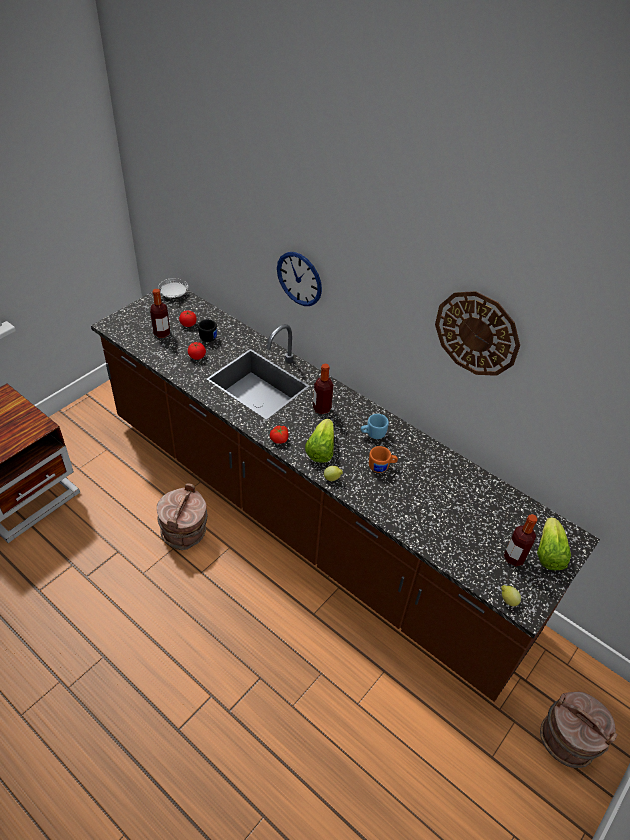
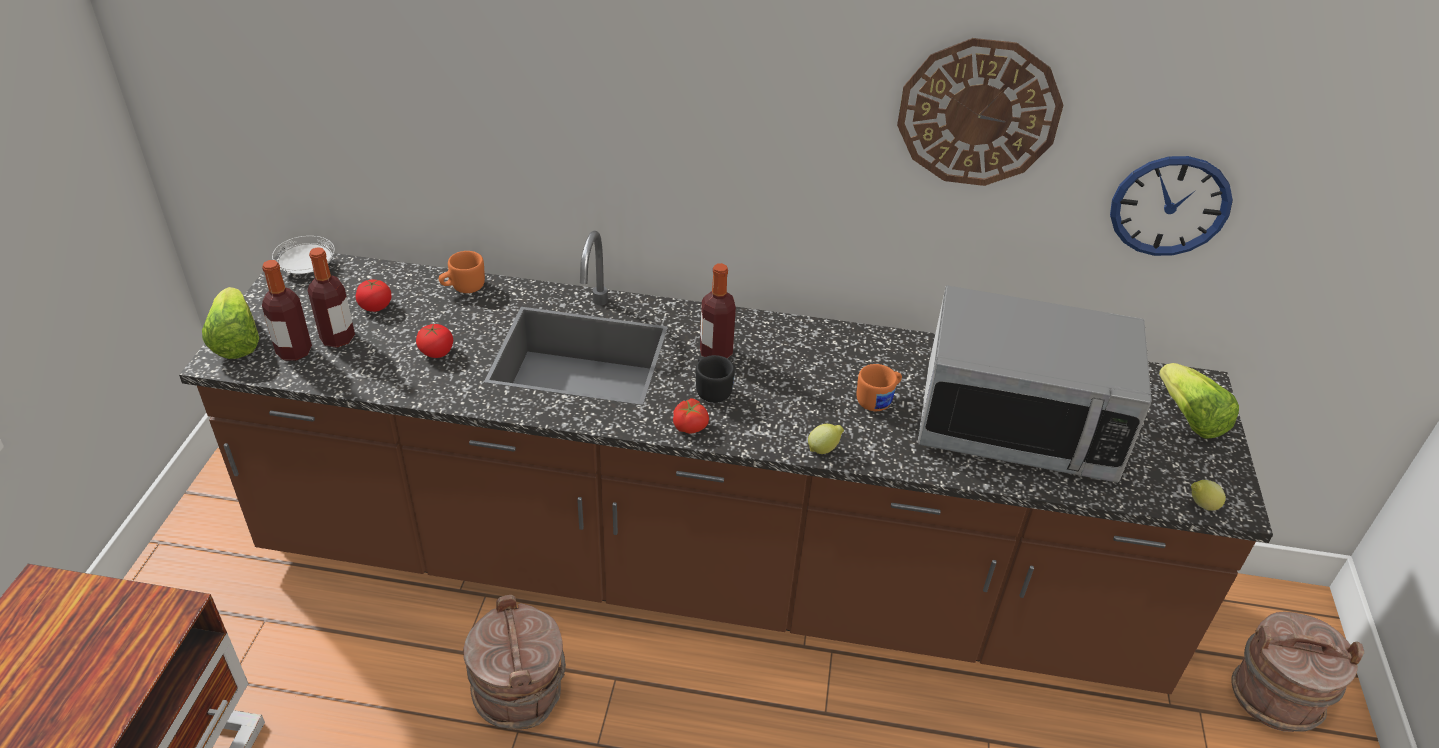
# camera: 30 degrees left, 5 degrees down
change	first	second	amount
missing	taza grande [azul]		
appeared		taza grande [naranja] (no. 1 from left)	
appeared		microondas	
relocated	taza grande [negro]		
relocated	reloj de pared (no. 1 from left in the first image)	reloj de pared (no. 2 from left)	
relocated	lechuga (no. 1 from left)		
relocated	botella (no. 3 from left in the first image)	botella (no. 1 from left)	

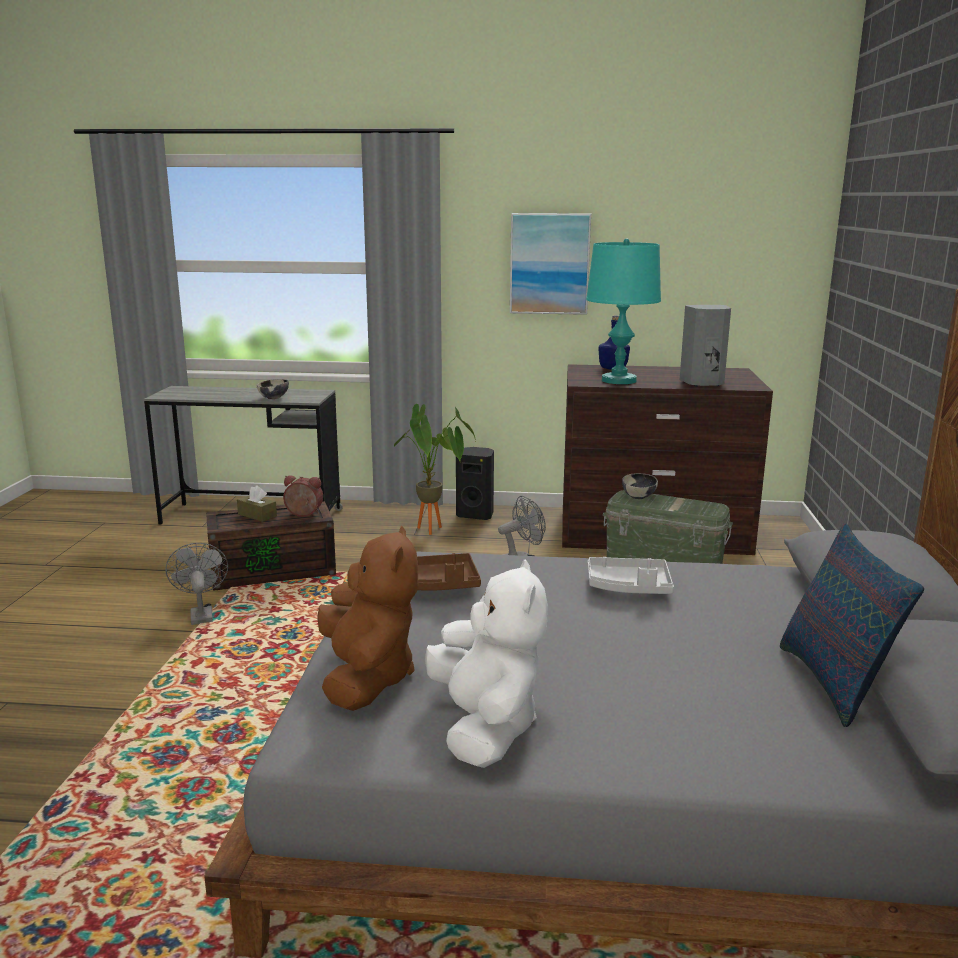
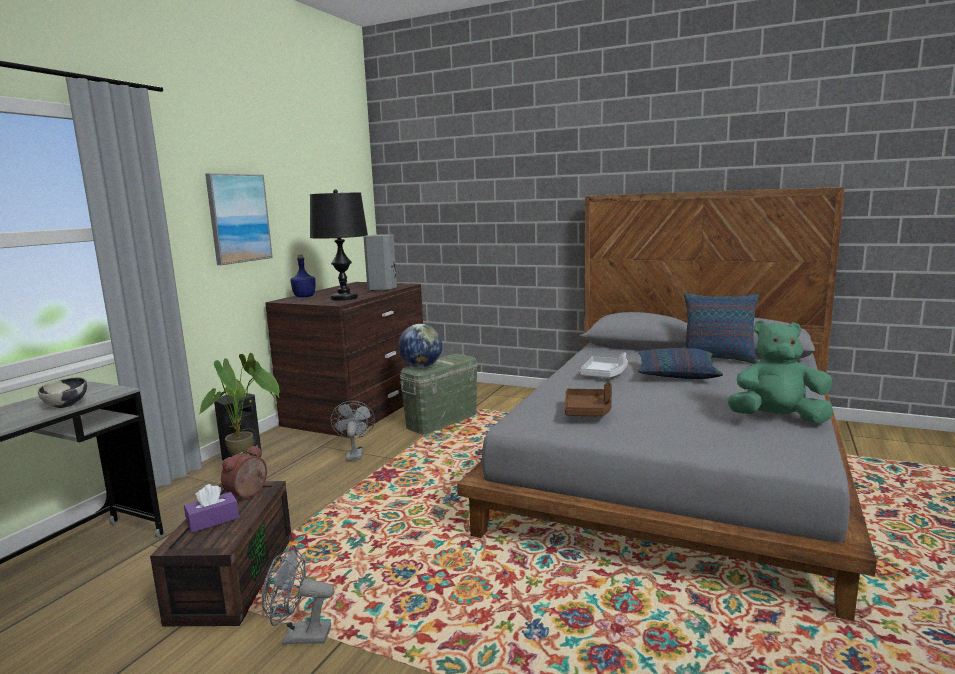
# camera: 70 degrees left, 5 degrees down
change	first	second	amount
missing	peluche [marrón]		
appeared		cojín [azul] (no. 1 from left)	
exchanged	cuenco (no. 2 from left)	globo terráqueo	
colour	caja de pañuelos [marrón]	caja de pañuelos [morado]	
colour	peluche [blanco]	peluche [verde]	
colour	lámpara de mesa [turquesa]	lámpara de mesa [negro]	

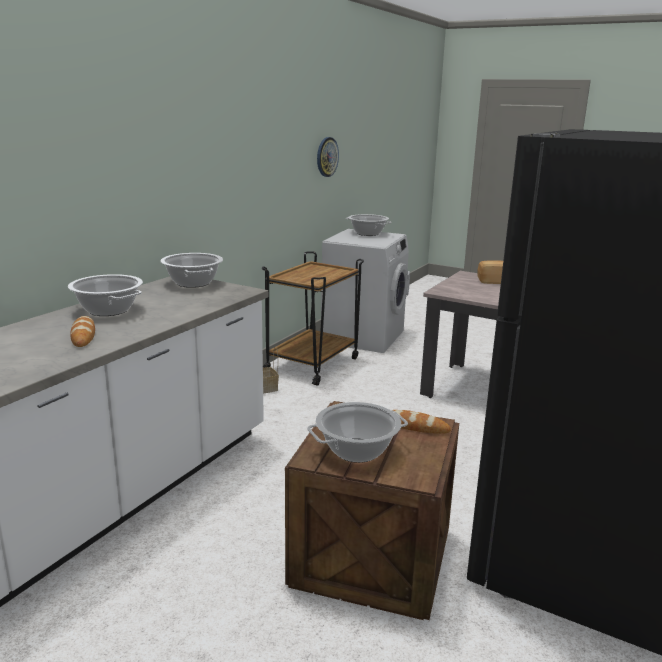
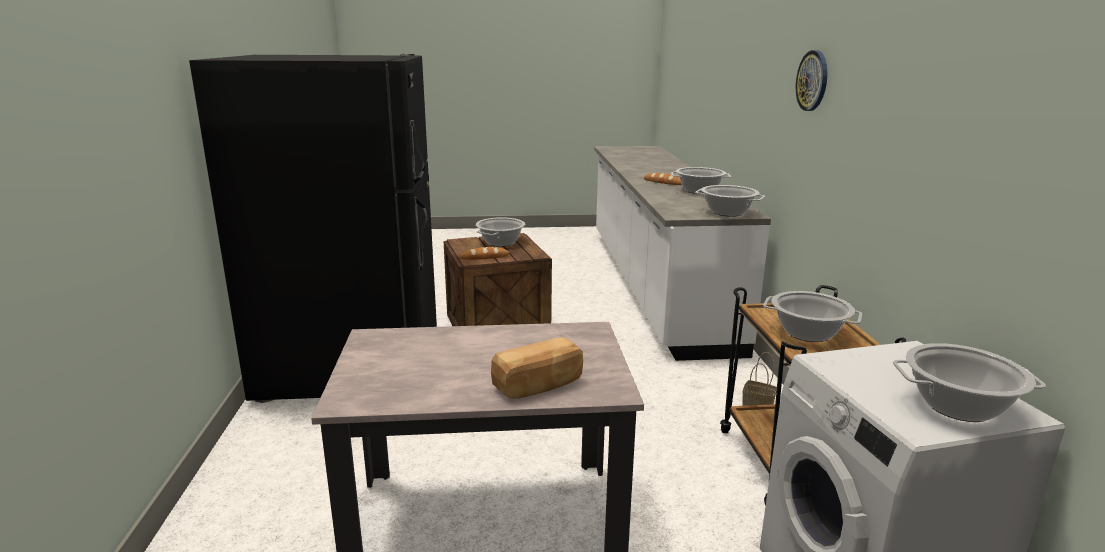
# camera: 145 degrees right, 0 degrees up
change	first	second	amount
appeared		olla (no. 4 from left)	
relocated	reloj de pared		

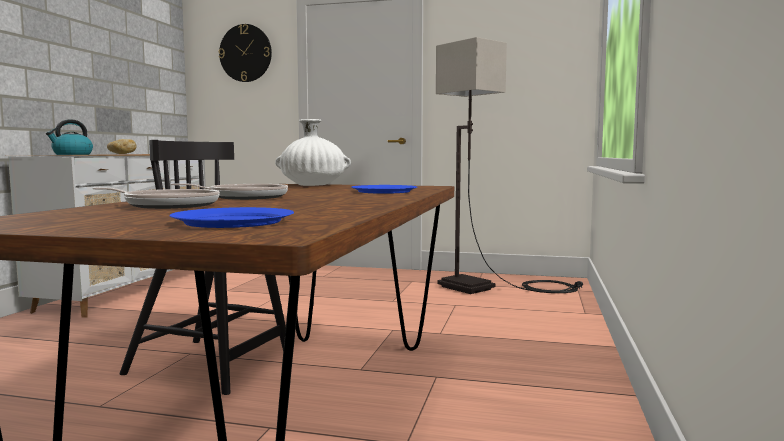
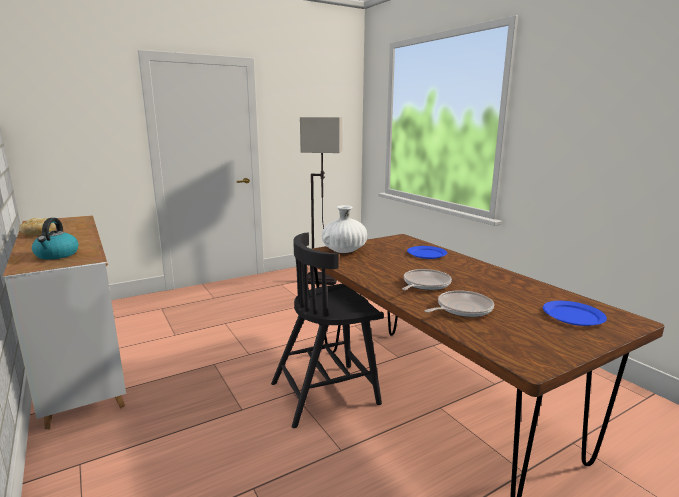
# camera: 45 degrees left, 10 degrees up
change	first	second	amount
missing	reloj de pared		

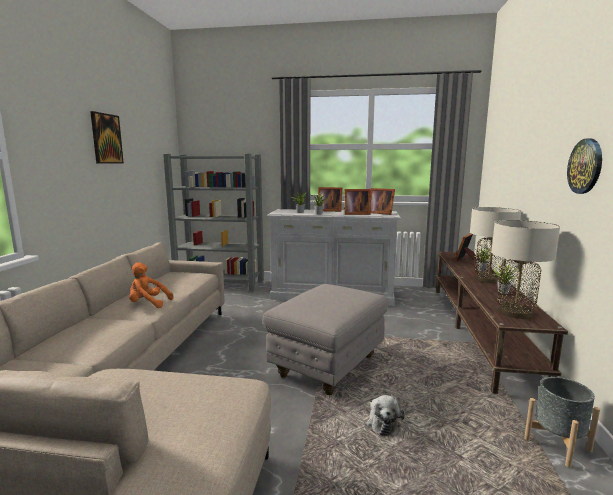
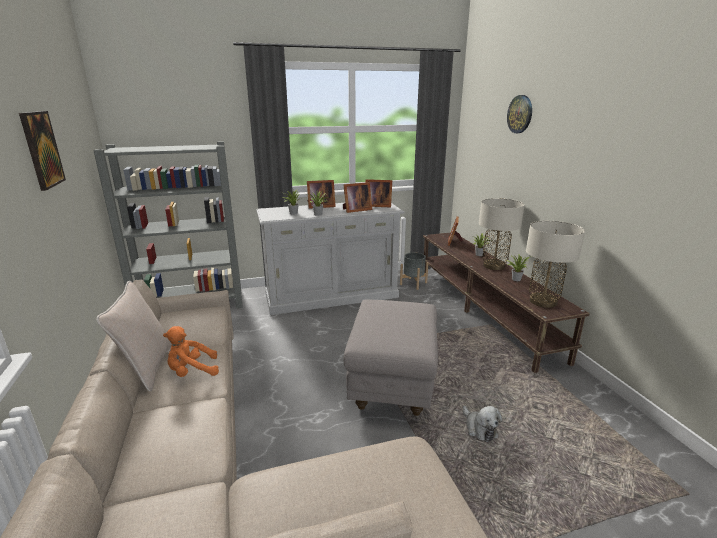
# camera: 25 degrees left, 10 degrees up
change	first	second	amount
appeared		cojín [beis]	
relocated	maceta [gris]		
relocated	reloj de pared		

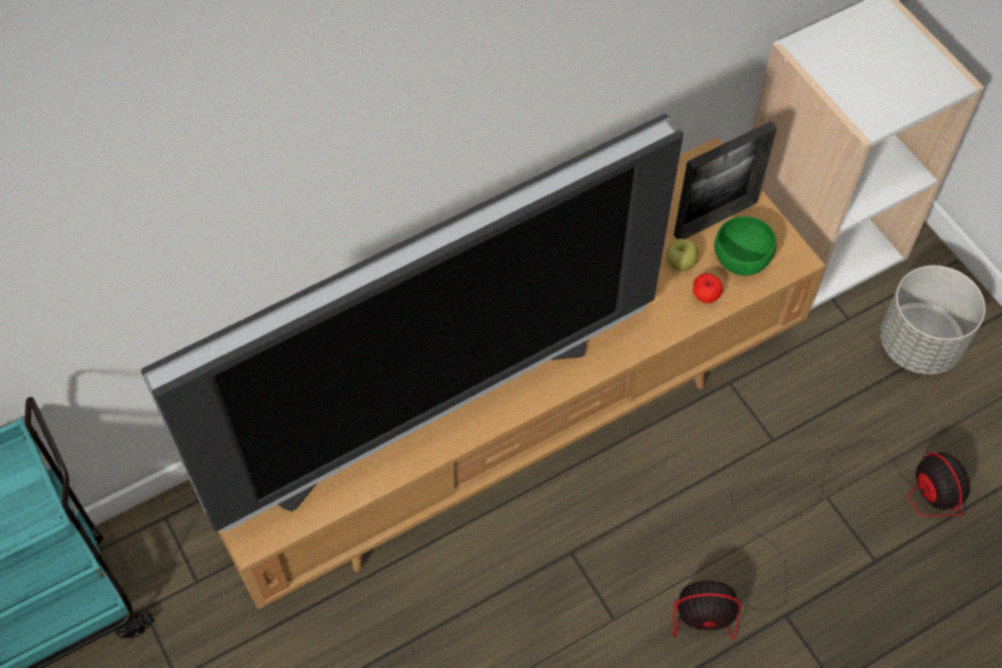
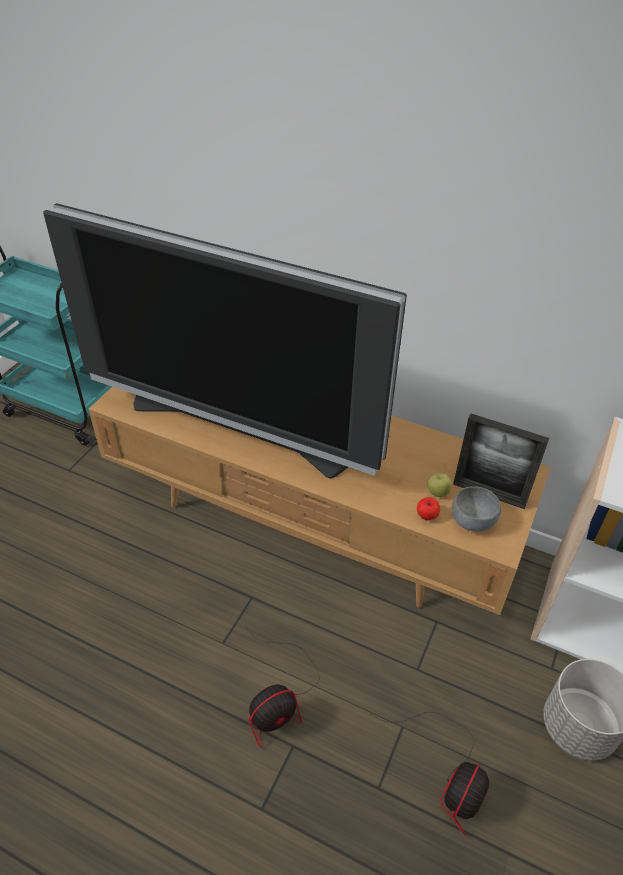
# camera: 55 degrees right, 15 degrees down
change	first	second	amount
colour	cuenco [verde]	cuenco [gris]	
spun	ventilador (no. 1 from left)		90 degrees counterclockwise

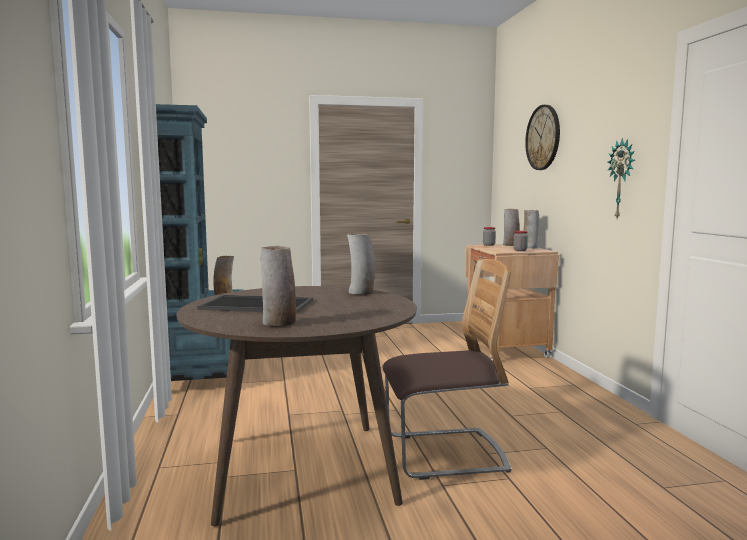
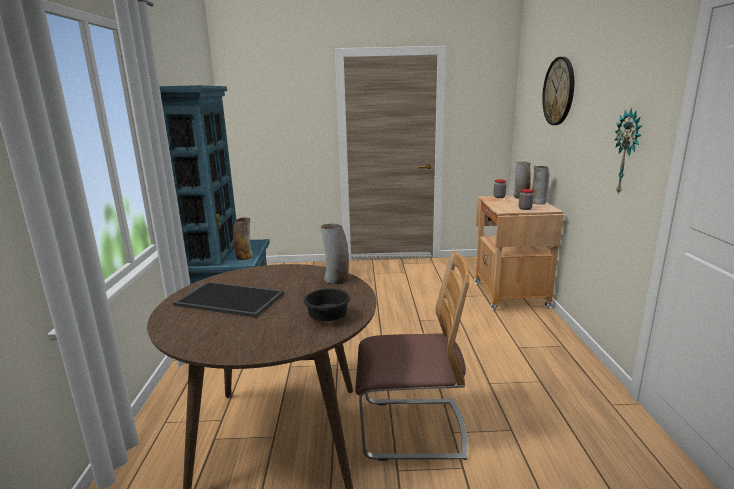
# camera: 10 degrees right, 10 degrees up
change	first	second	amount
missing	florero (no. 2 from left)		
appeared		cuenco [negro]	

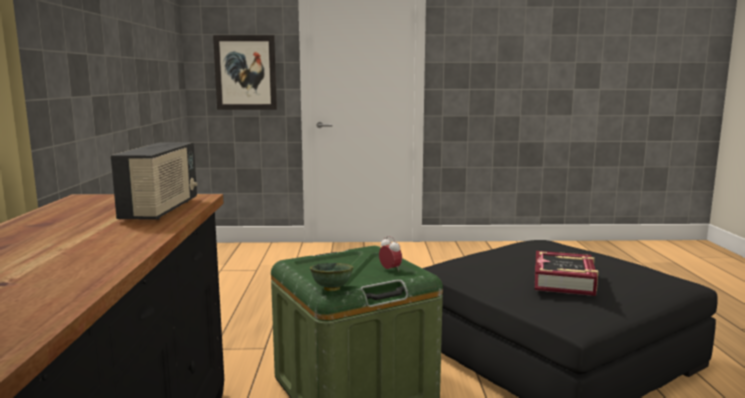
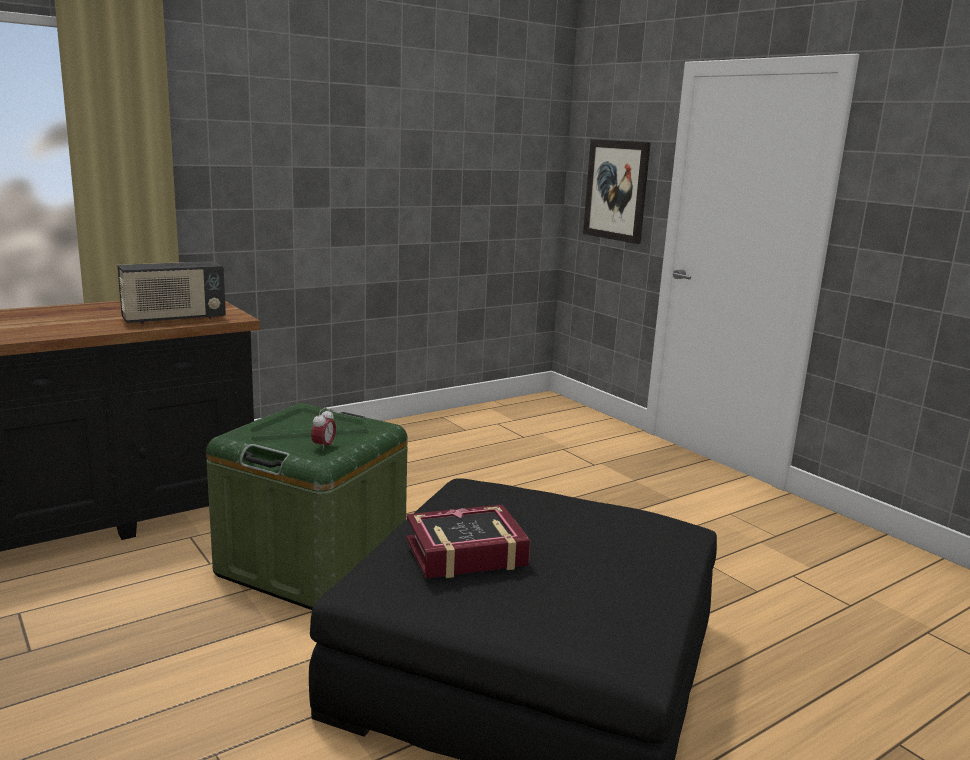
# camera: 55 degrees right, 5 degrees up
change	first	second	amount
missing	cuenco [verde]		

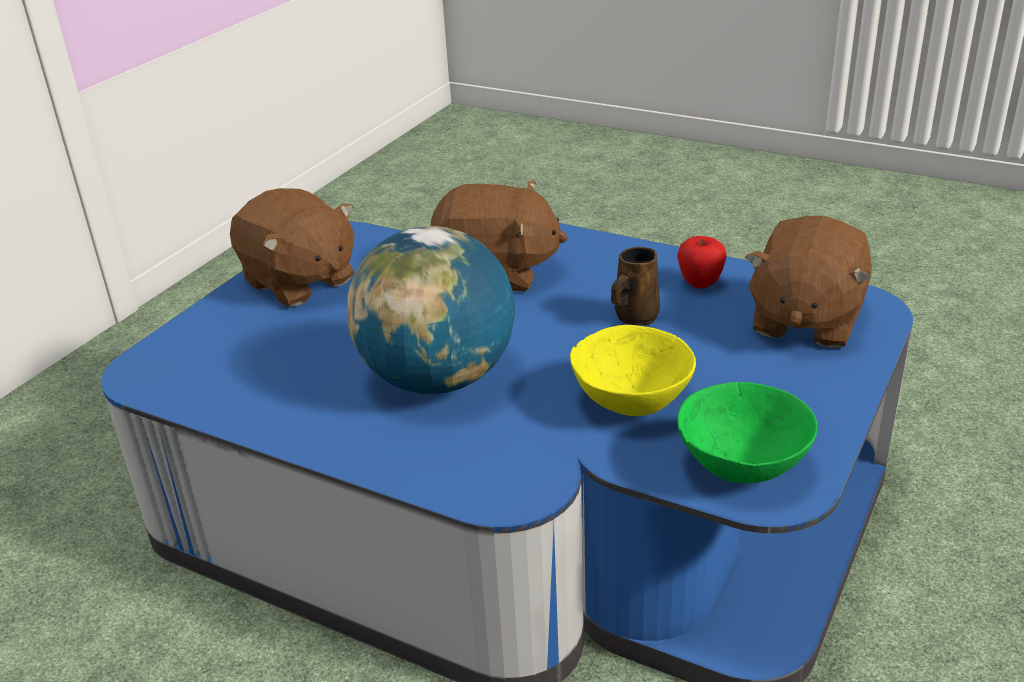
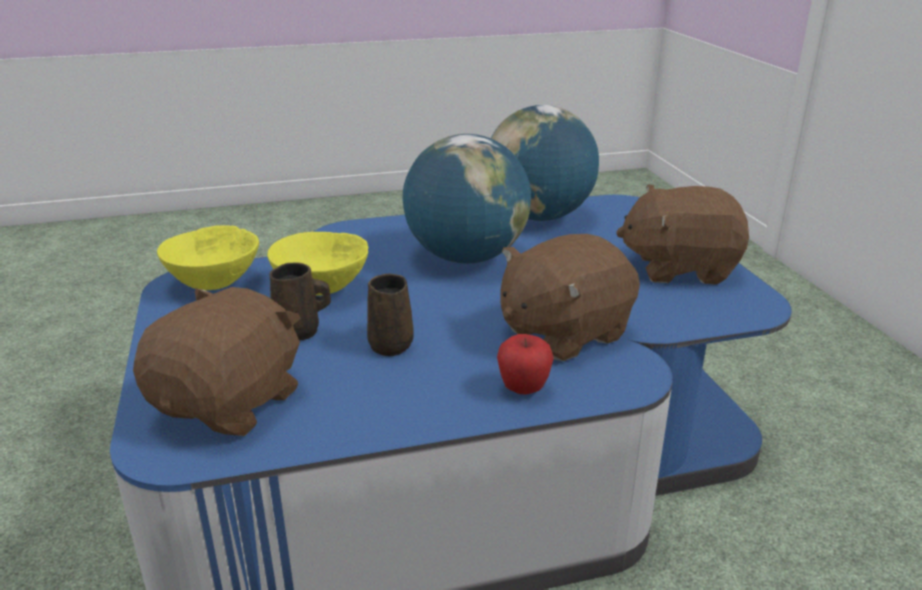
# camera: 135 degrees right, 5 degrees down
change	first	second	amount
appeared		taza grande [marrón] (no. 1 from left)	
appeared		globo terráqueo (no. 2 from left)	
relocated	manzana		
colour	cuenco [verde]	cuenco [amarillo] (no. 1 from left)	
spun	peluche [marrón] (no. 3 from left in the first image)	peluche [marrón] (no. 1 from left)	45 degrees clockwise

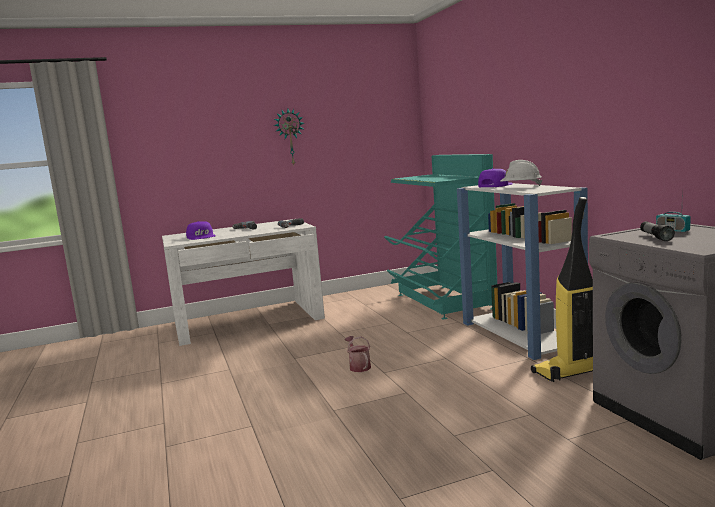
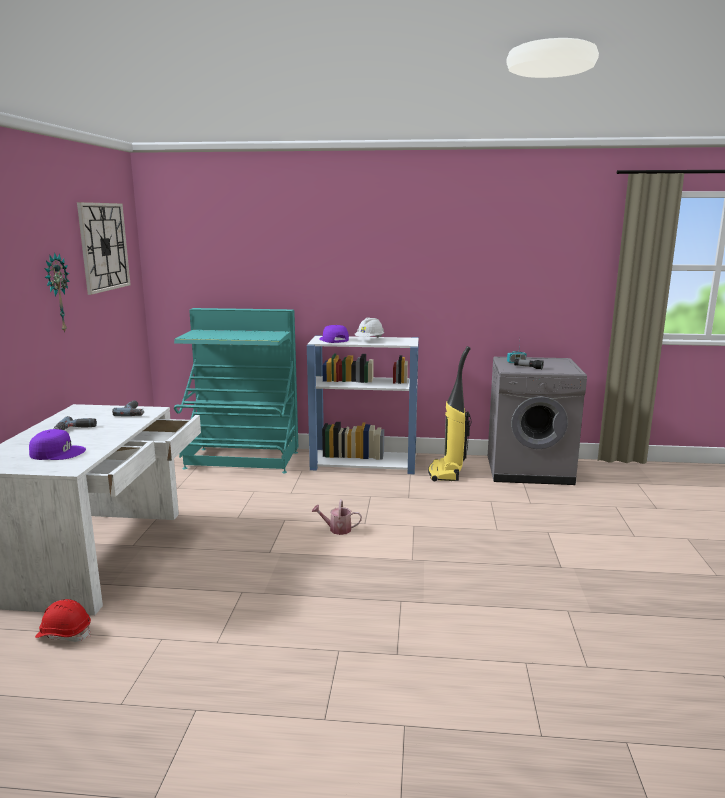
# camera: 65 degrees left, 5 degrees up
change	first	second	amount
appeared		casco [rojo]	
appeared		reloj de pared (no. 2 from left)	

